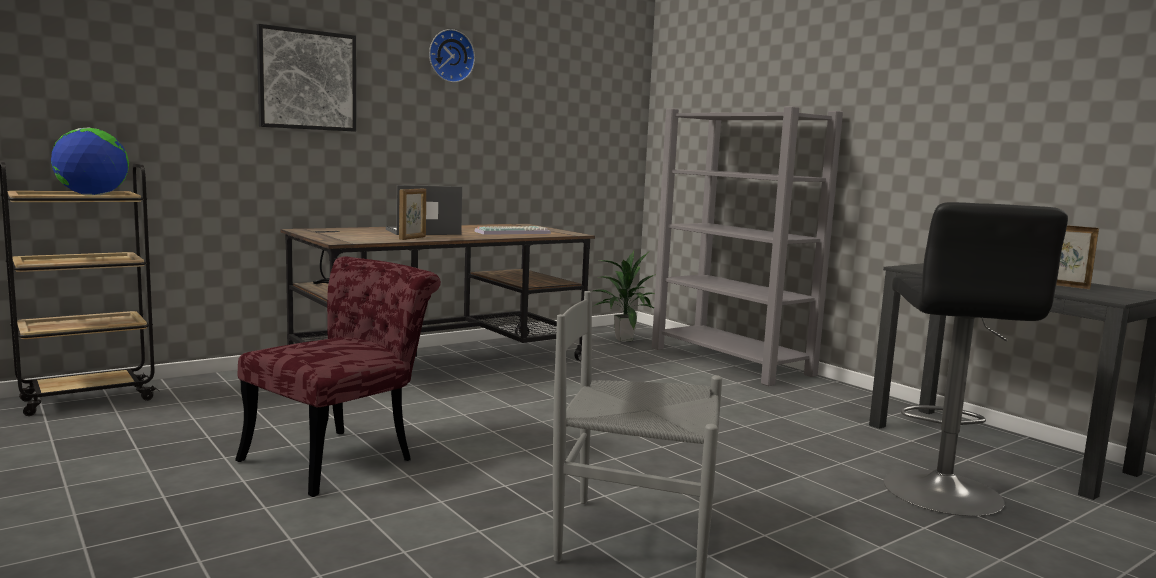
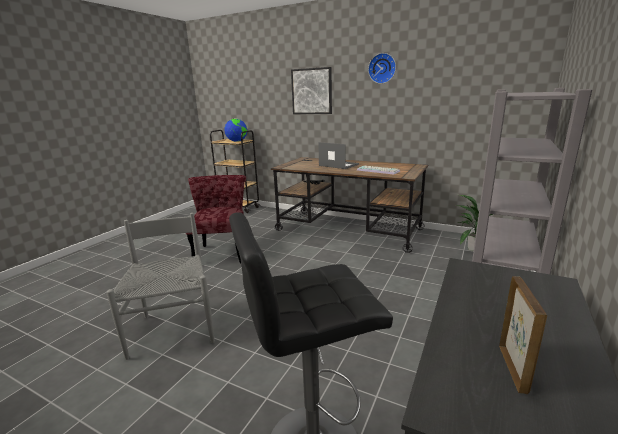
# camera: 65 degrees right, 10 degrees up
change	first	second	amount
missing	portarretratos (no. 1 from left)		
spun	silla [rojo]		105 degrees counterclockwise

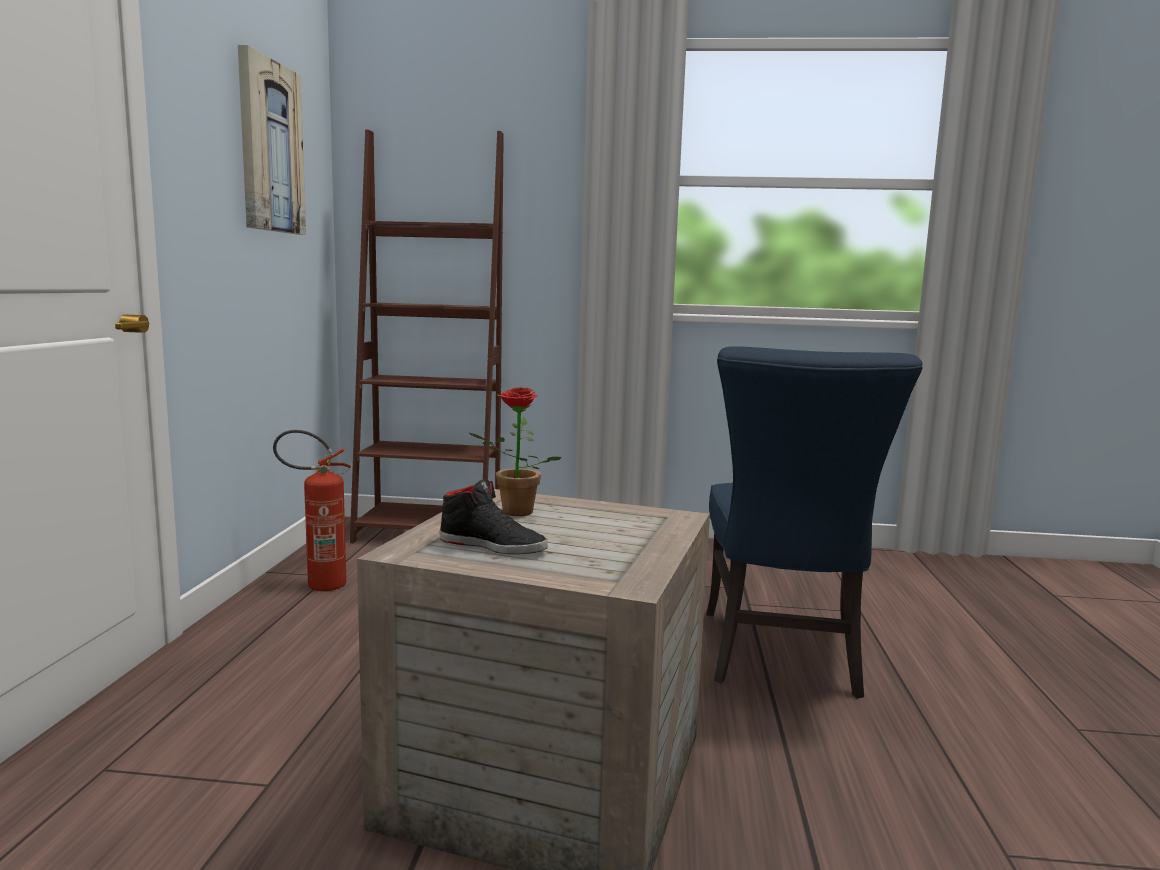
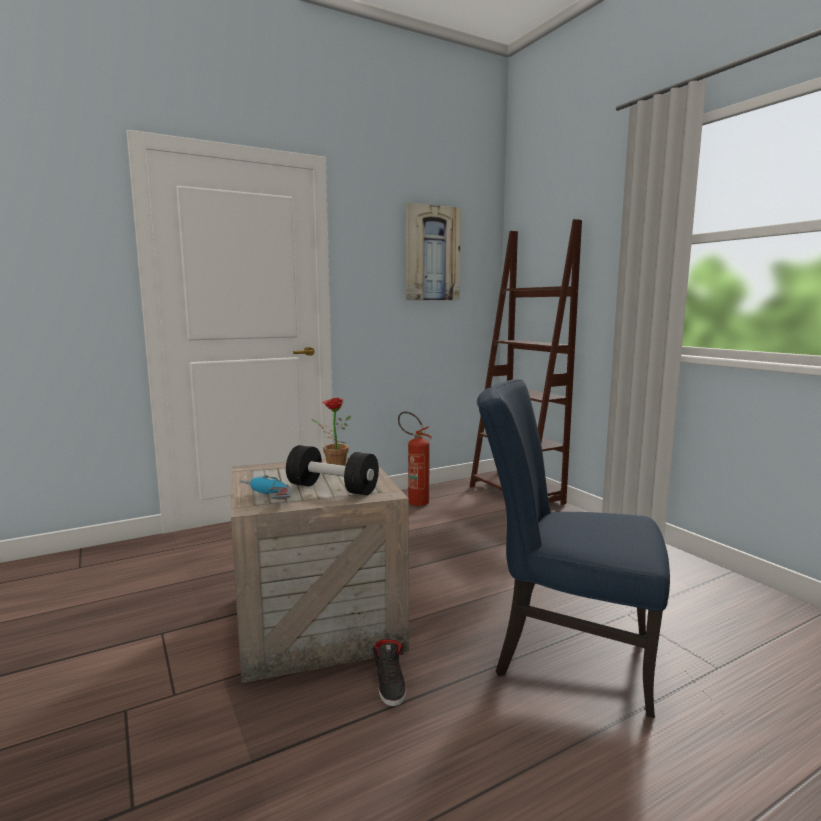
# camera: 55 degrees right, 0 degrees up
change	first	second	amount
appeared		taladro	
appeared		mancuerna [negro]	
relocated	zapato [negro]		
spun	silla [azul]		45 degrees clockwise

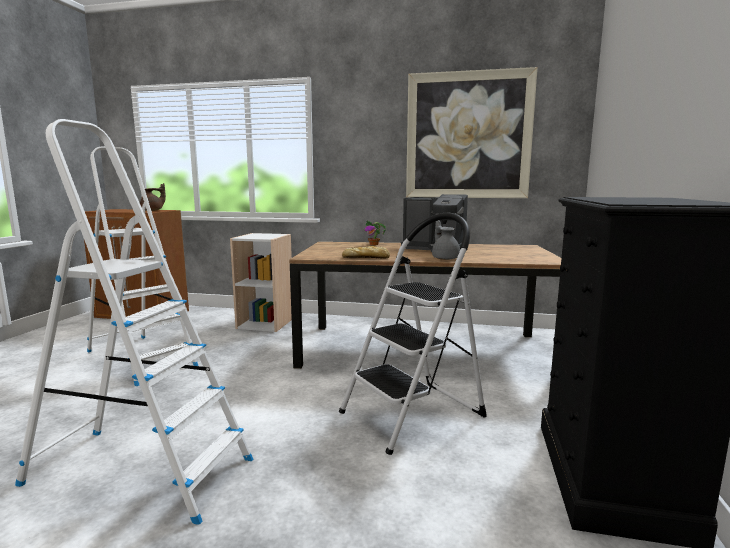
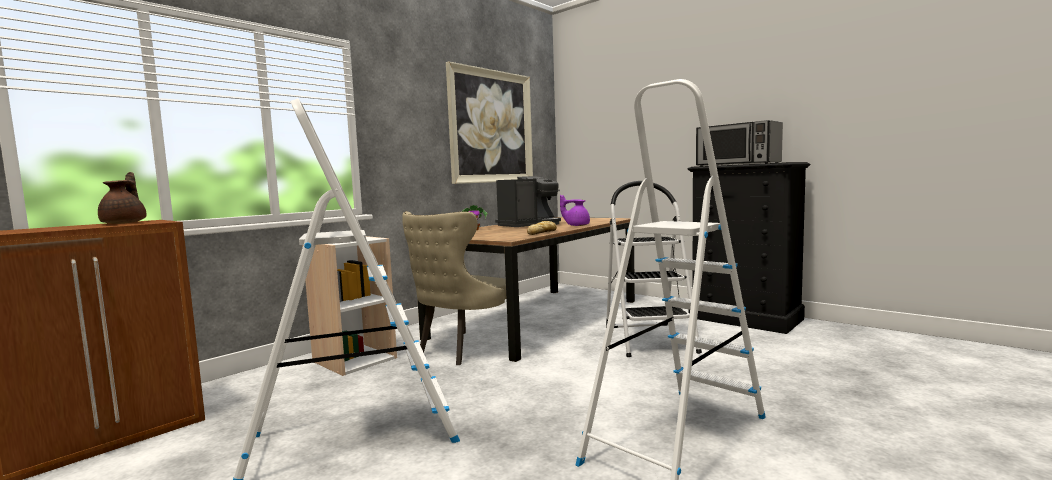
# camera: 60 degrees left, 5 degrees down
change	first	second	amount
appeared		silla [beis]	
appeared		microondas	
colour	tetera [gris]	tetera [morado]	

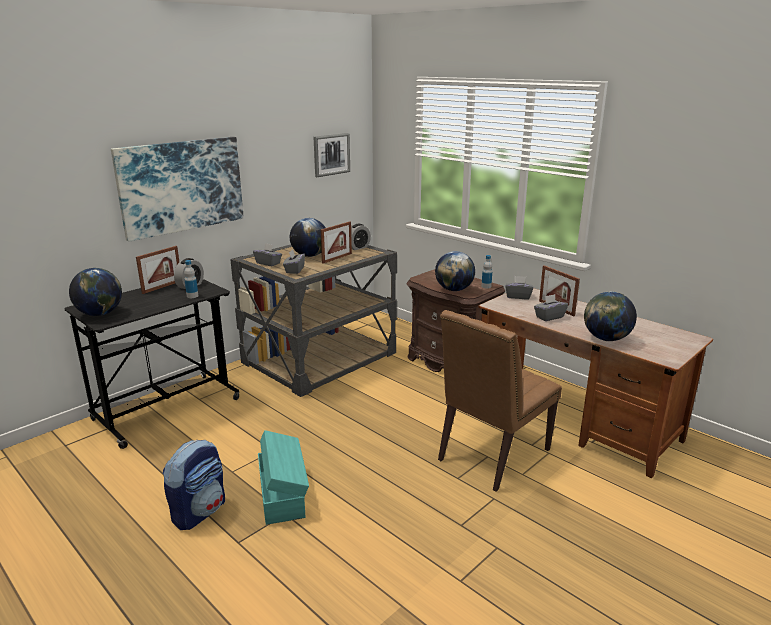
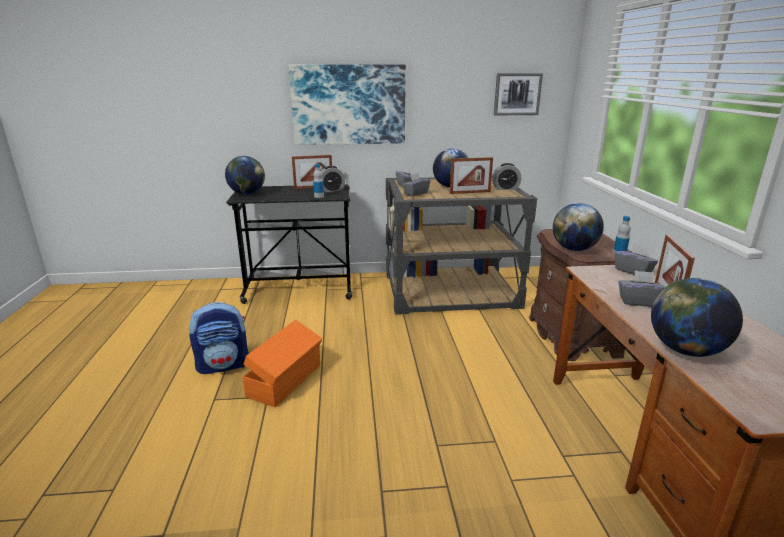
# camera: 40 degrees right, 0 degrees up
change	first	second	amount
missing	silla [marrón]		
colour	caja de almacenaje [turquesa]	caja de almacenaje [naranja]	

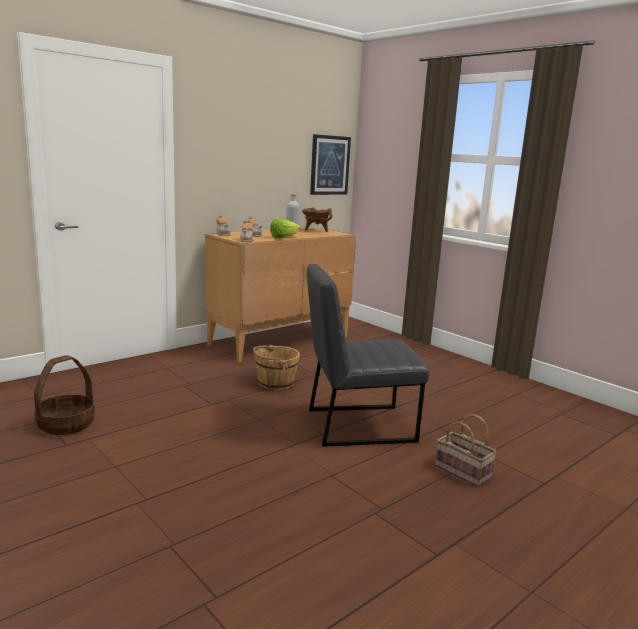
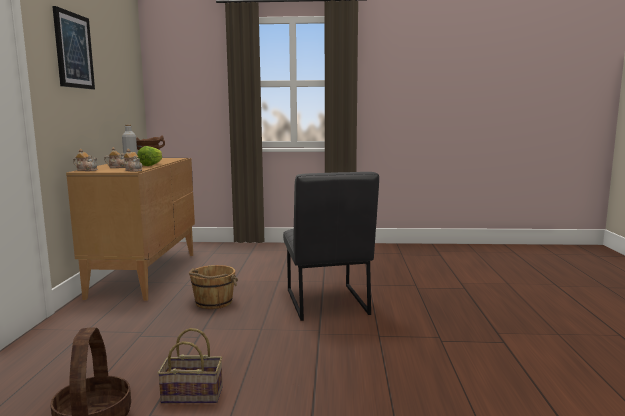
# camera: 45 degrees left, 5 degrees down
change	first	second	amount
relocated	cuadro		
relocated	cesta (no. 2 from left)		
spun	silla [gris]		45 degrees counterclockwise

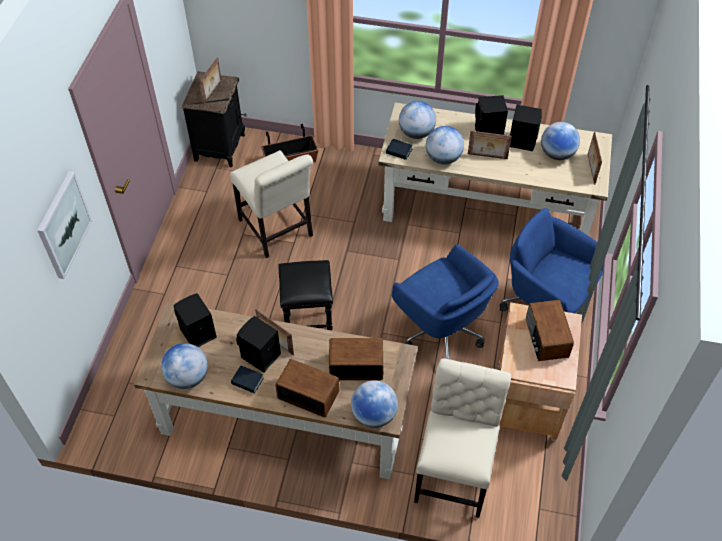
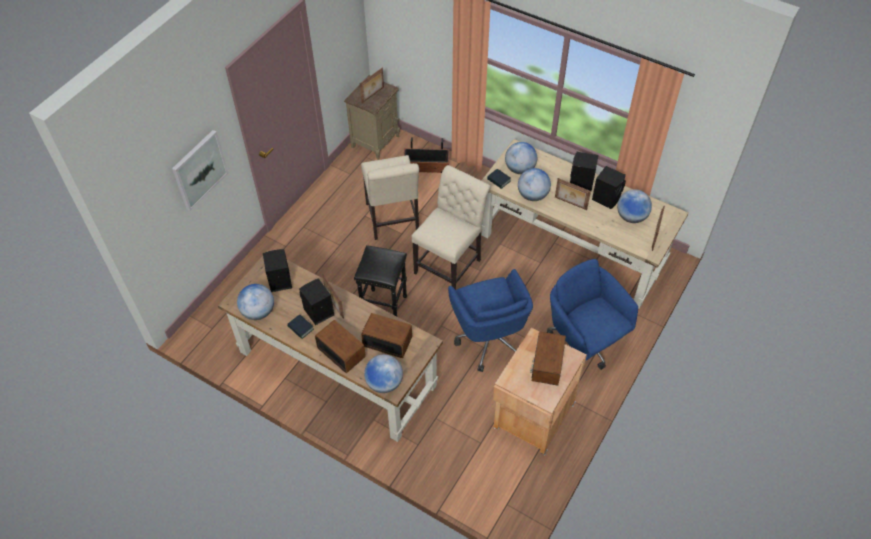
# camera: 20 degrees right, 0 degrees up
change	first	second	amount
relocated	silla [beis] (no. 2 from left)		
colour	mesita de noche [negro]	mesita de noche [beis]	

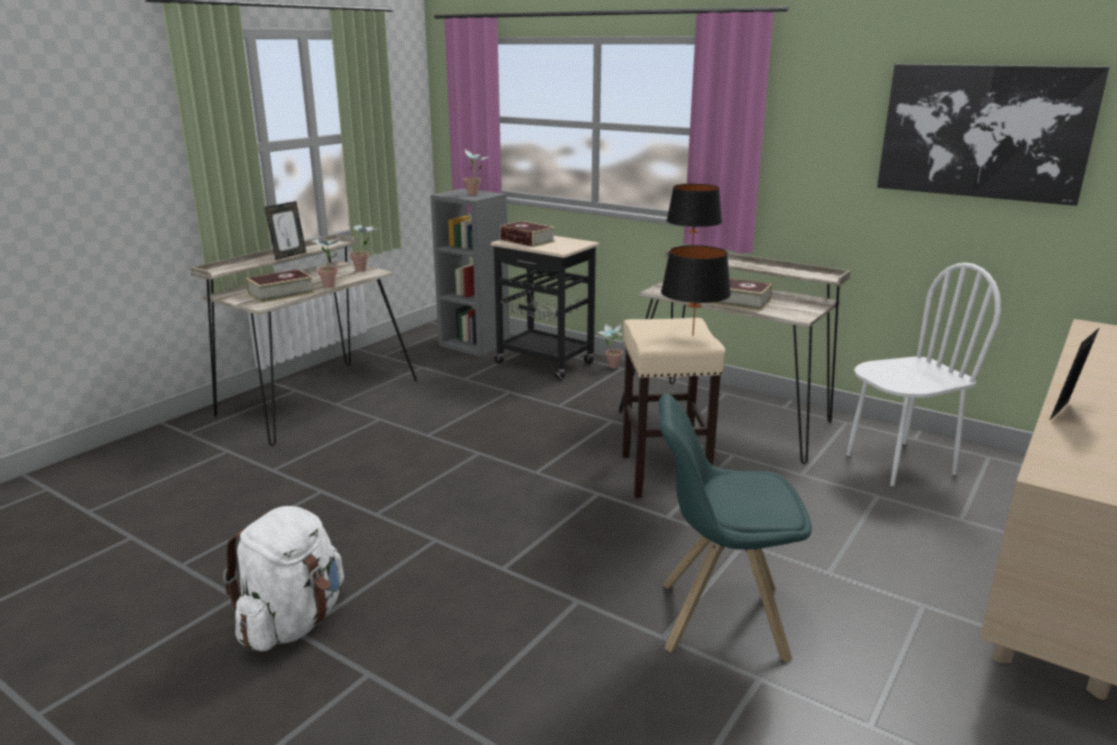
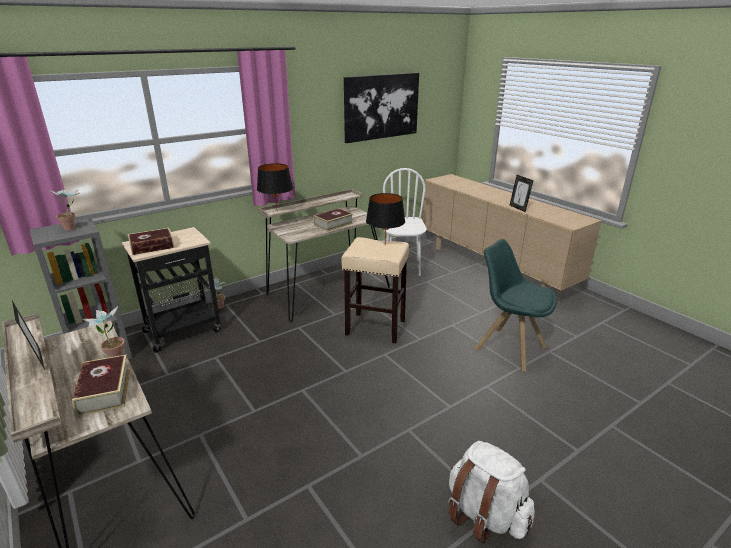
# camera: 70 degrees left, 5 degrees up
change	first	second	amount
missing	planta en maceta (no. 2 from left)		
spun	silla [turquesa]		105 degrees clockwise

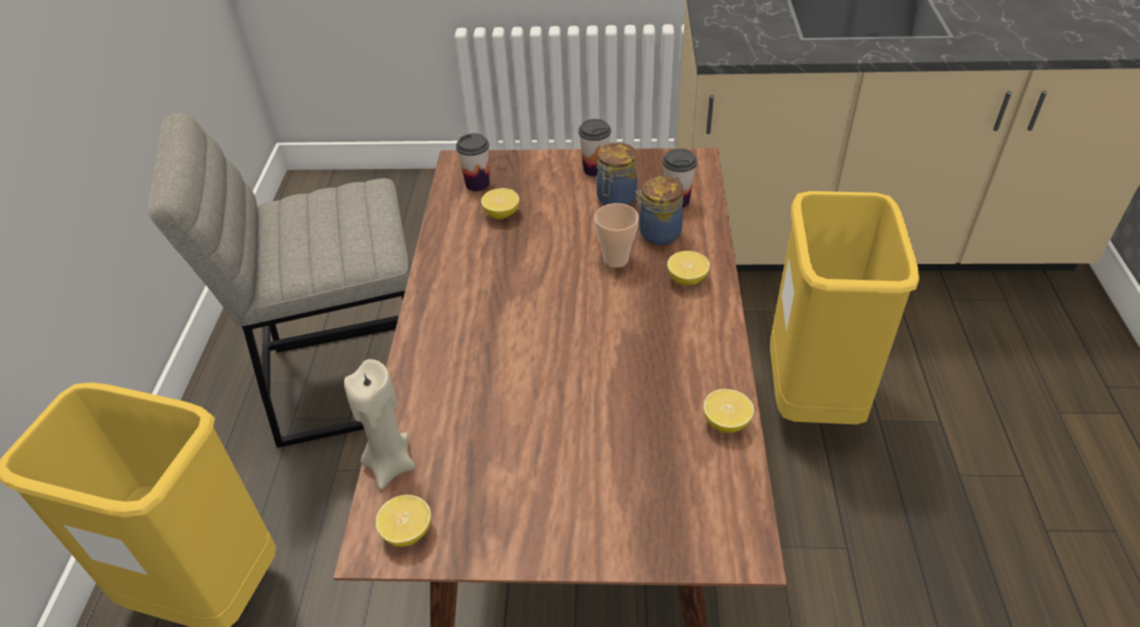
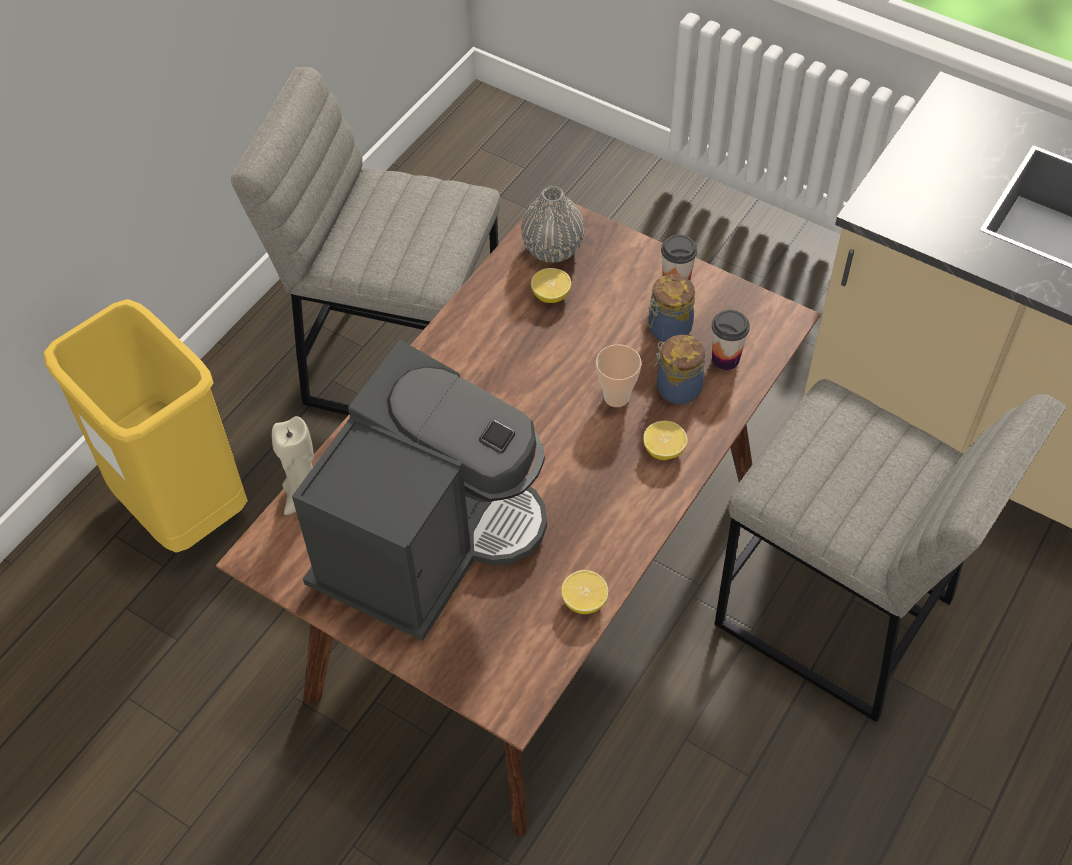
# camera: 30 degrees right, 10 degrees up
change	first	second	amount
missing	limón (no. 1 from left)		
appeared		cafetera	
exchanged	taza (no. 1 from left)	florero [gris]	
exchanged	papelera [amarillo] (no. 2 from left)	silla [gris] (no. 2 from left)	

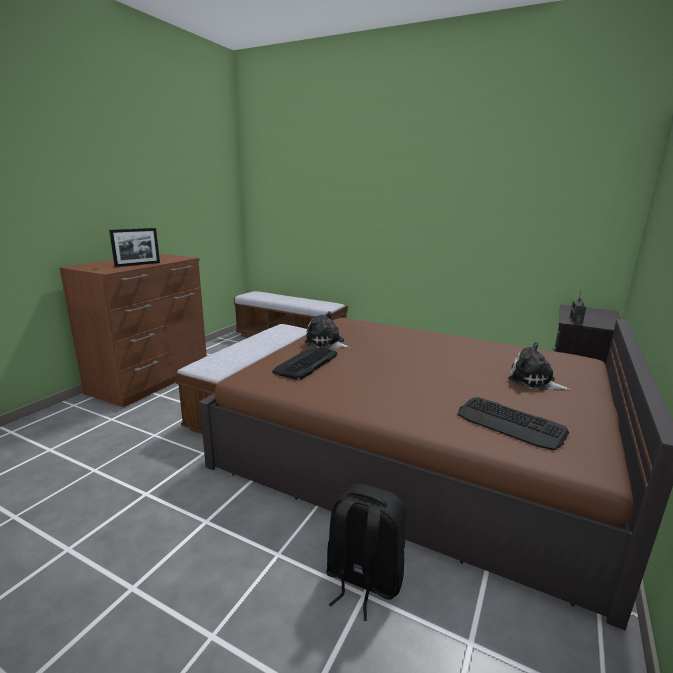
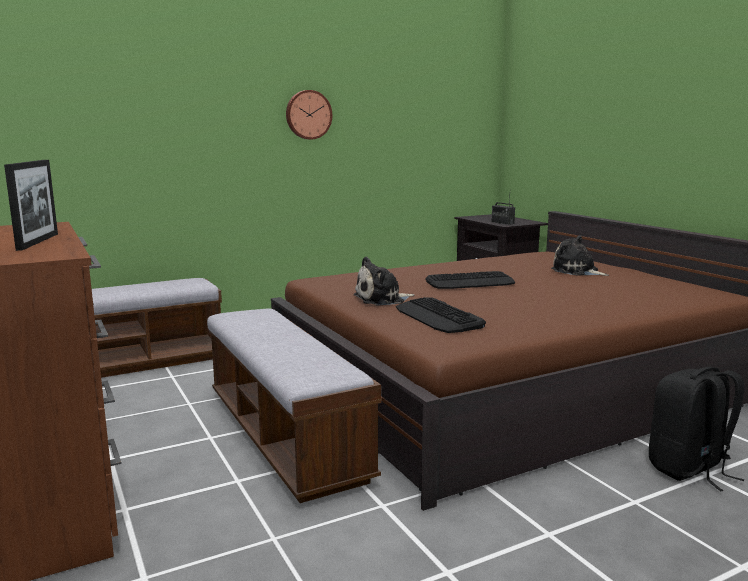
# camera: 55 degrees left, 5 degrees down
change	first	second	amount
appeared		reloj de pared	
relocated	teclado (no. 2 from left)		
spun	peluche (no. 2 from left)		60 degrees clockwise

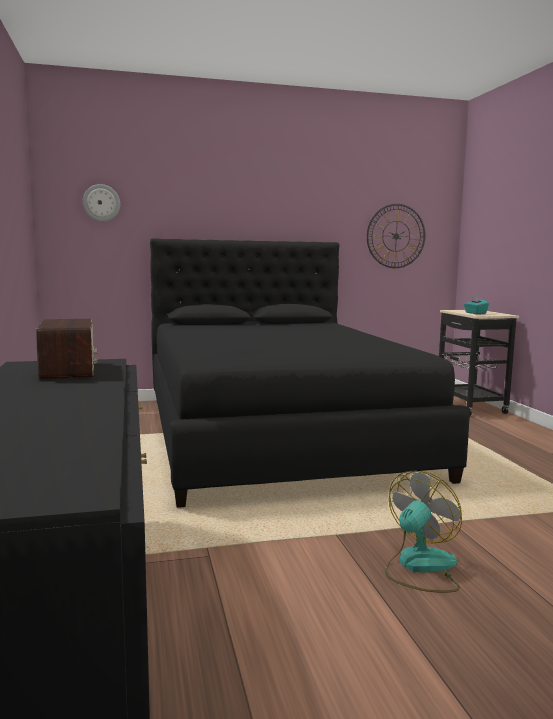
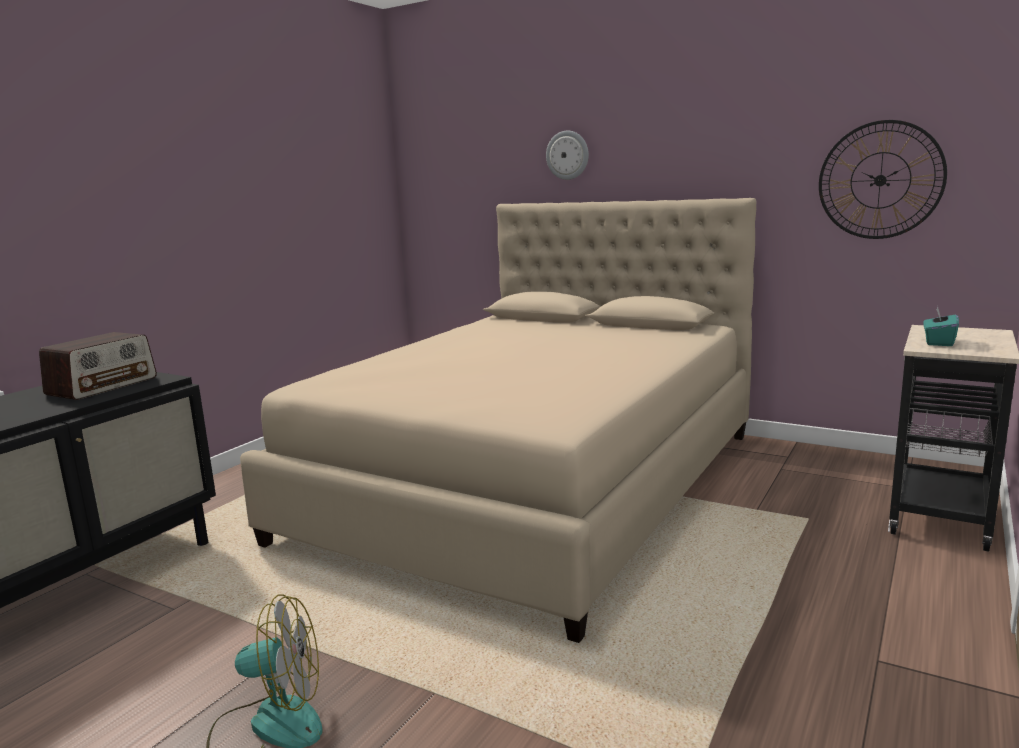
# camera: 45 degrees right, 5 degrees up
change	first	second	amount
relocated	reloj de pared (no. 1 from left)		
colour	cama [negro]	cama [beis]	

